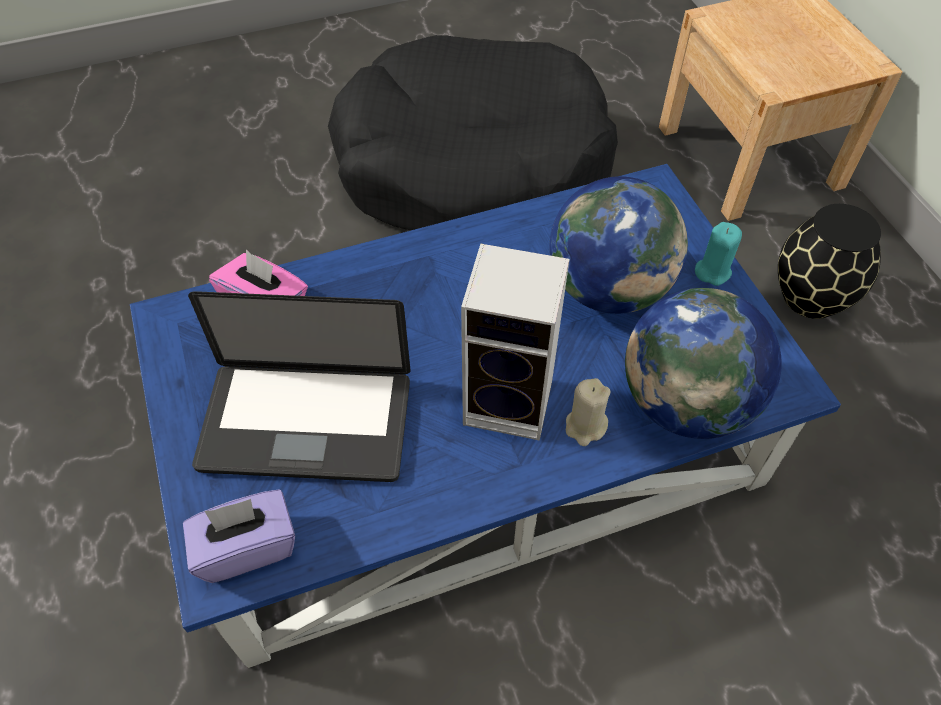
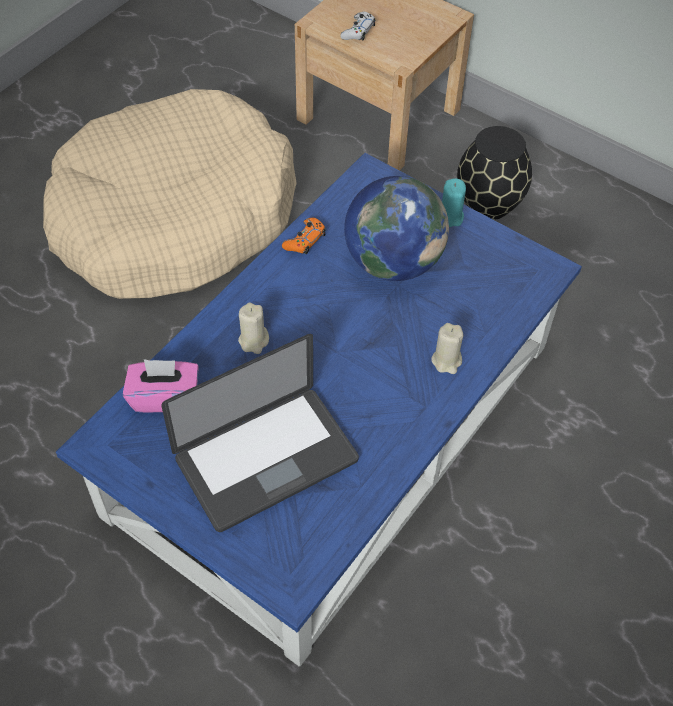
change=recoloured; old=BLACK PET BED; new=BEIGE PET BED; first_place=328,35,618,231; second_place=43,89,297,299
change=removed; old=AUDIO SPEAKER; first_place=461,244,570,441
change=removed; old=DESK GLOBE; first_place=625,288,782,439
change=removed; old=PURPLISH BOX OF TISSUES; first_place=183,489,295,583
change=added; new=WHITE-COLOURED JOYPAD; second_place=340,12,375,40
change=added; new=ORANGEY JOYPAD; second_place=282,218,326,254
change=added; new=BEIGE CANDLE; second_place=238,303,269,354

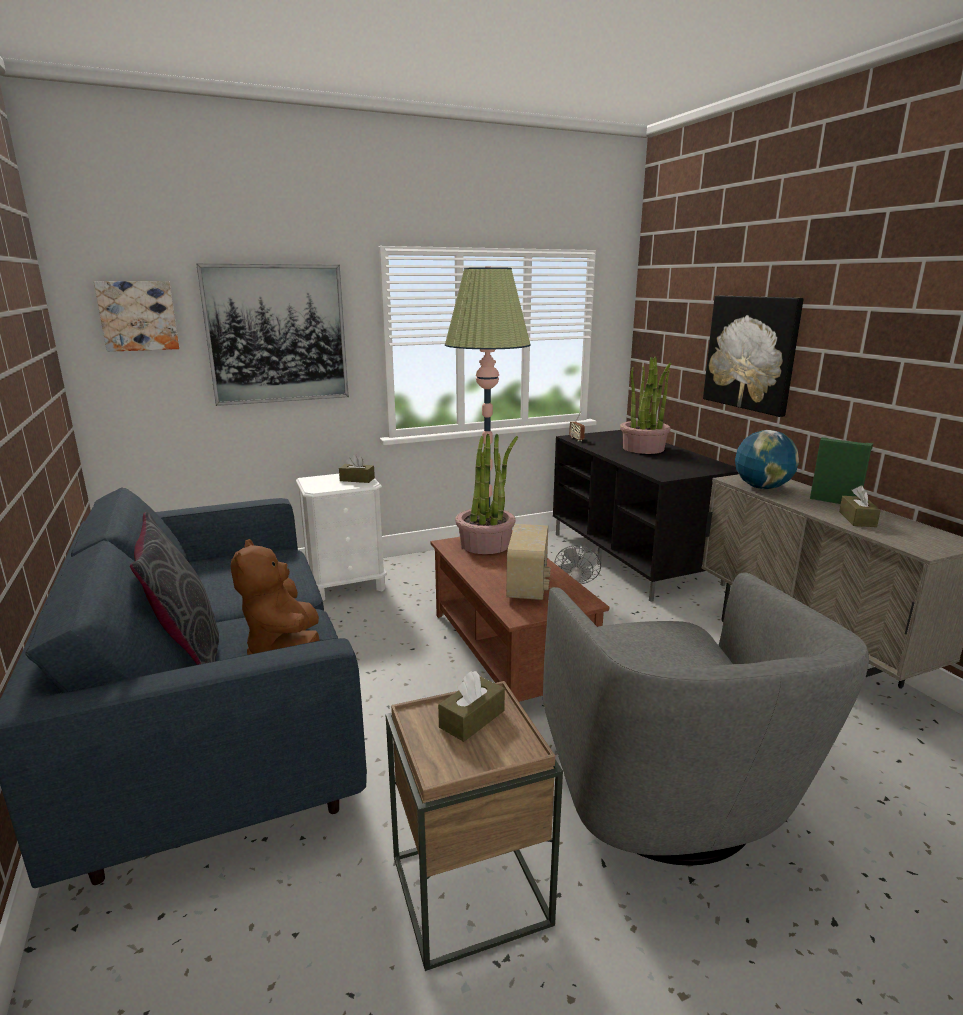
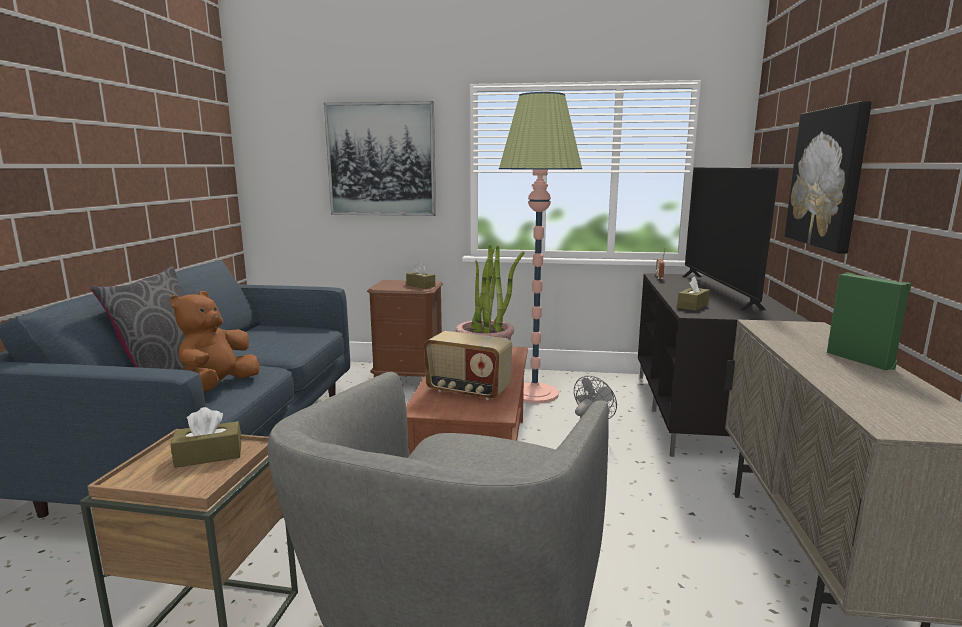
change=removed; old=PICTURE; first_place=94,281,179,352
change=replaced; old=HOUSEPLANT; new=TV; first_place=620,356,672,454; second_place=682,168,779,310
change=removed; old=DESK GLOBE; first_place=735,430,799,489
change=recoloured; old=WHITE-COLOURED NIGHTSTAND; new=BROWN-COLOURED NIGHTSTAND; first_place=296,474,387,601; second_place=367,280,443,377
change=moved; old=BROWN-COLOURED BOX OF TISSUES; first_place=839,486,881,527; second_place=677,276,710,311
change=turned; old=RADIO RECEIVER; first_place=507,524,551,600; second_place=424,331,512,400; degrees=75

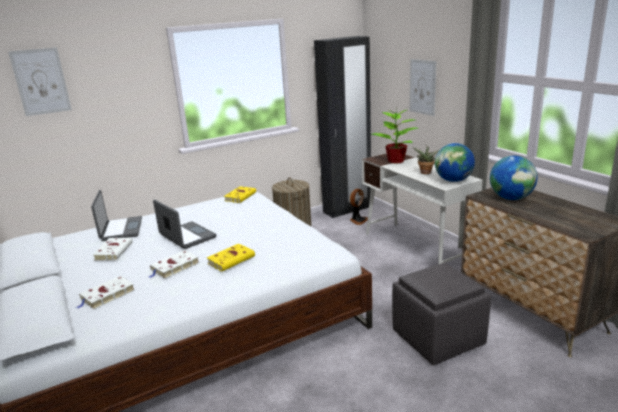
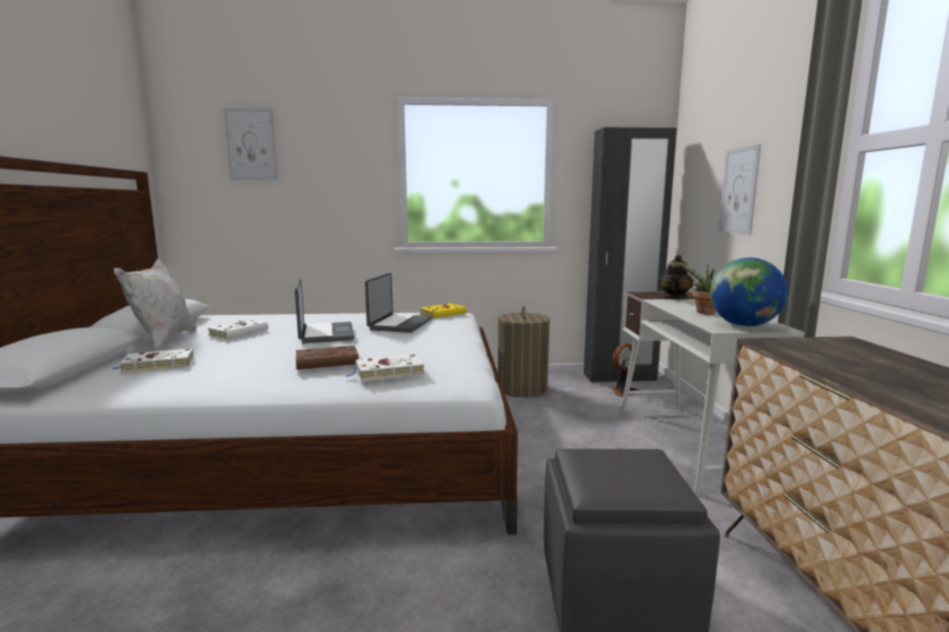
change=replaced; old=HOUSEPLANT; new=TEA POT; first_place=371,106,418,164; second_place=659,254,694,299
change=removed; old=DESK GLOBE; first_place=490,156,538,200
change=moved; old=LAPTOP; first_place=91,190,142,241; second_place=365,273,432,333
change=recoloured; old=YELLOW BOOK; new=BROWN-COLOURED BOOK; first_place=207,244,255,271; second_place=295,345,360,370
change=moved; old=WHITE-COLOURED BOOK; first_place=149,250,200,279; second_place=345,354,425,381
change=added; new=WHITE-COLOURED CUSHION; second_place=114,258,196,351

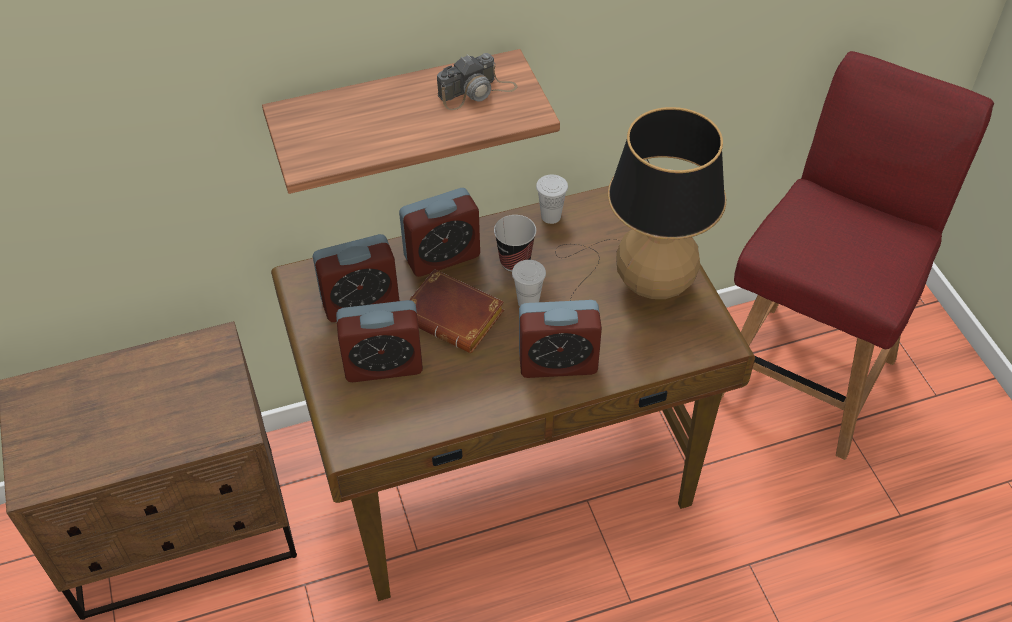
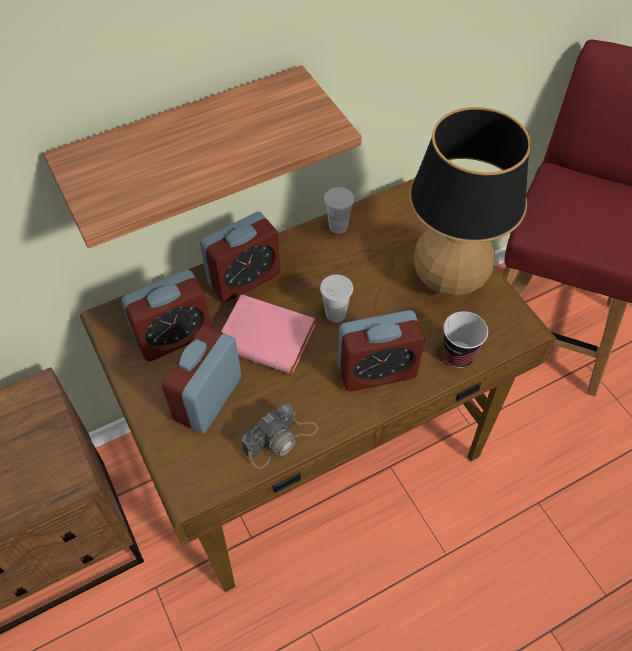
change=moved; old=STILL CAMERA; first_place=437,53,518,110; second_place=242,404,318,469
change=moved; old=DRINKING CUP; first_place=494,215,536,272; second_place=443,311,488,368
change=recoloured; old=BROWN-COLOURED BOOK; new=PINKISH BOOK; first_place=409,269,504,353; second_place=221,294,315,374
change=turned; old=BEDSIDE CLOCK; first_place=336,300,423,382; second_place=162,325,241,433; degrees=135

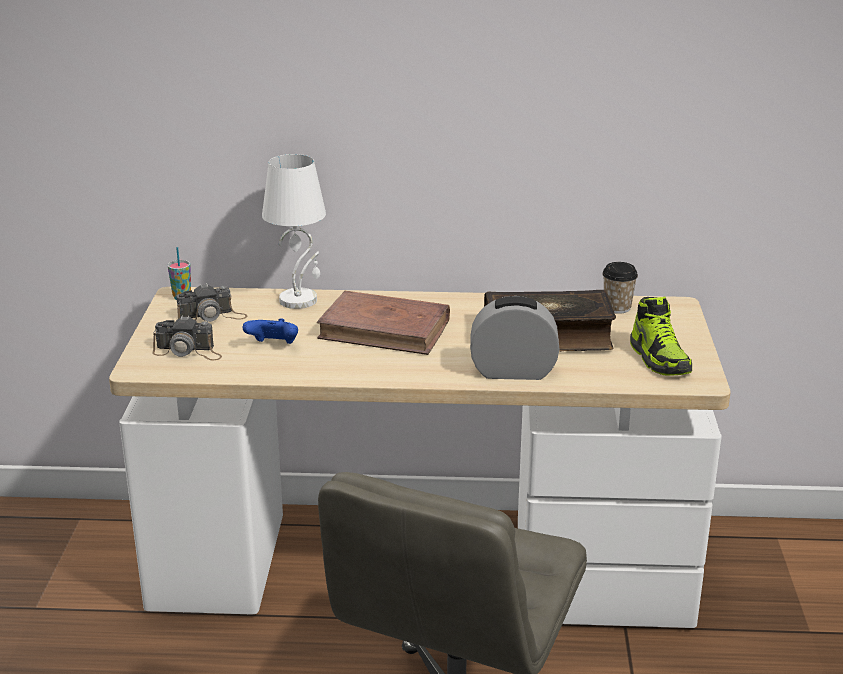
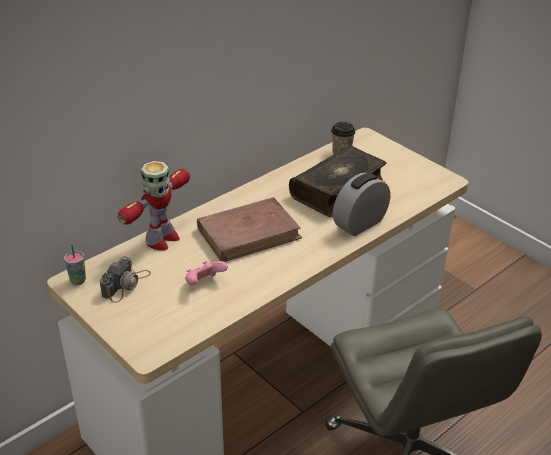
change=replaced; old=WHITE-COLOURED LAMP FOR A TABLE; new=ROBOT FIGURE; first_place=262,154,326,309; second_place=118,161,190,250
change=removed; old=SHOE; first_place=630,297,692,376
change=removed; old=STILL CAMERA; first_place=152,315,222,360
change=recoloured; old=BLUE JOYPAD; new=PINKISH JOYPAD; first_place=242,318,298,344; second_place=185,261,228,285

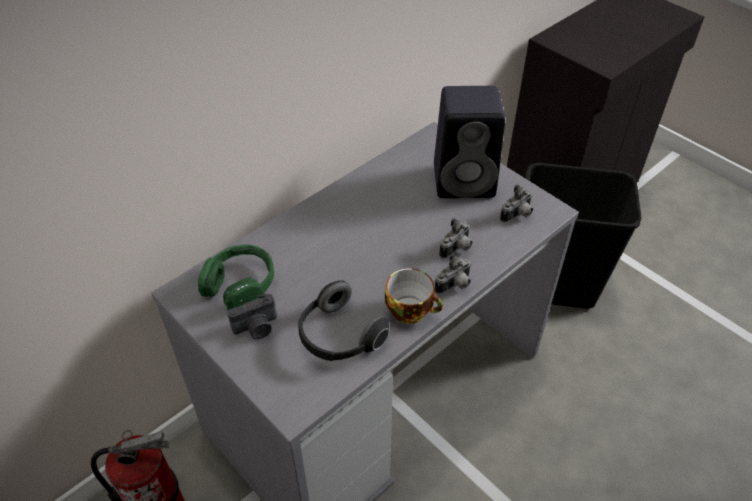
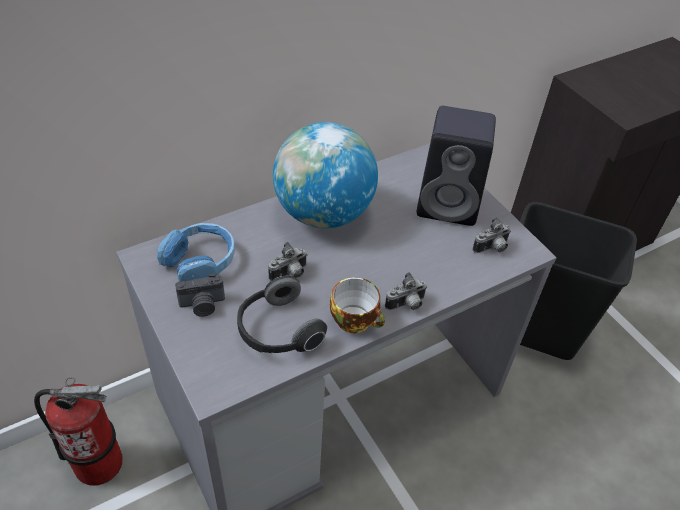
change=moved; old=STILL CAMERA; first_place=439,218,472,259; second_place=268,242,307,281
change=recoloured; old=GREENISH PAIR OF HEADPHONES; new=BLUE PAIR OF HEADPHONES; first_place=198,244,274,310; second_place=157,223,235,282
change=added; new=DESK GLOBE; second_place=273,122,378,228

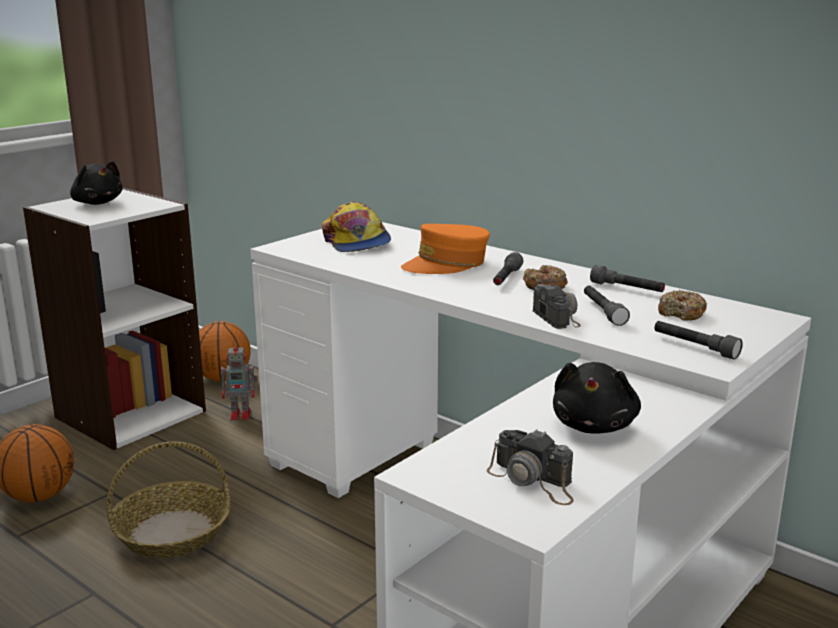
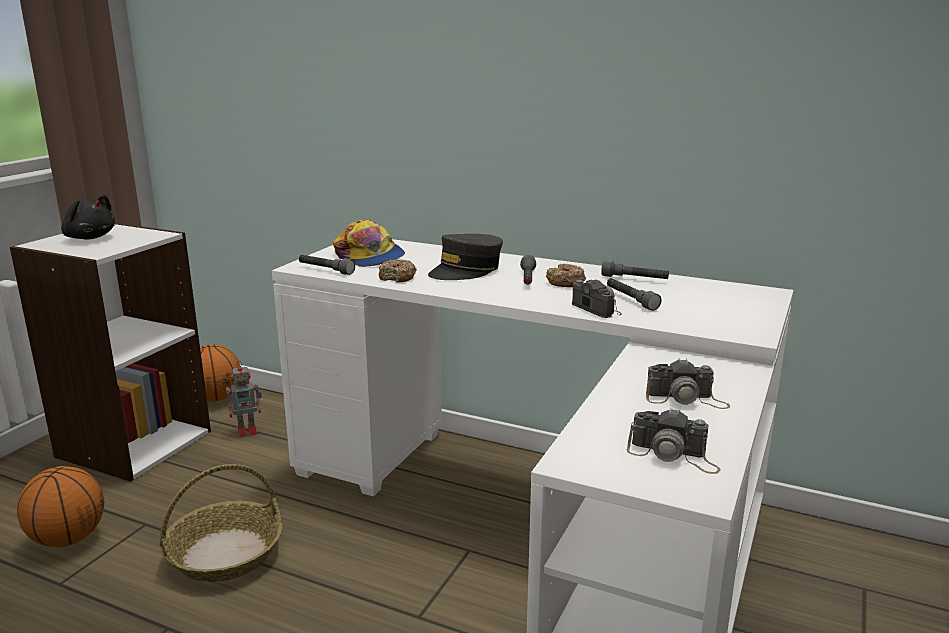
change=recoloured; old=ORANGEY BASEBALL CAP; new=GREYISH BASEBALL CAP; first_place=401,224,490,274; second_place=428,234,503,280
change=moved; old=RING DOUGHNUT; first_place=658,290,707,320; second_place=379,259,416,283
change=moved; old=GREYISH HAND TORCH; first_place=654,321,743,359; second_place=299,255,355,275
change=replaced; old=BLACK SOFT TOY; new=STILL CAMERA; first_place=553,362,641,434; second_place=646,358,730,409

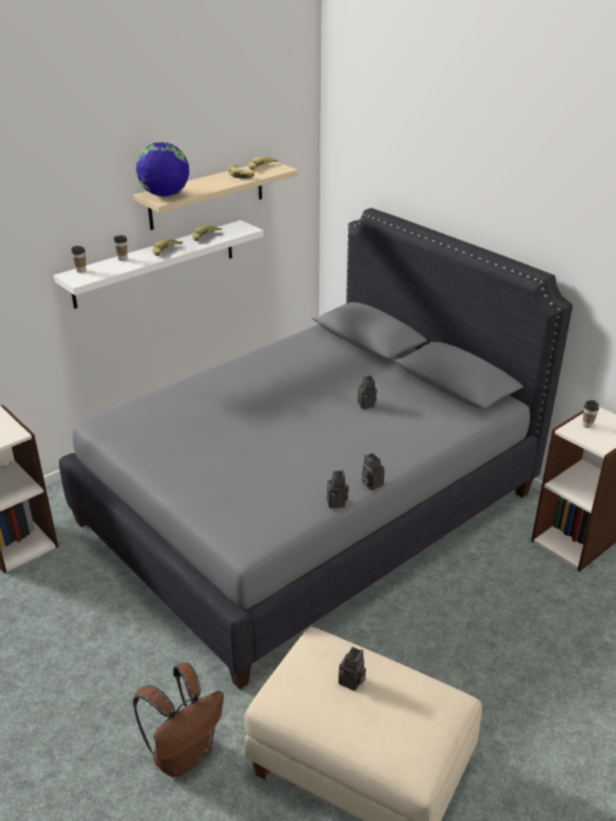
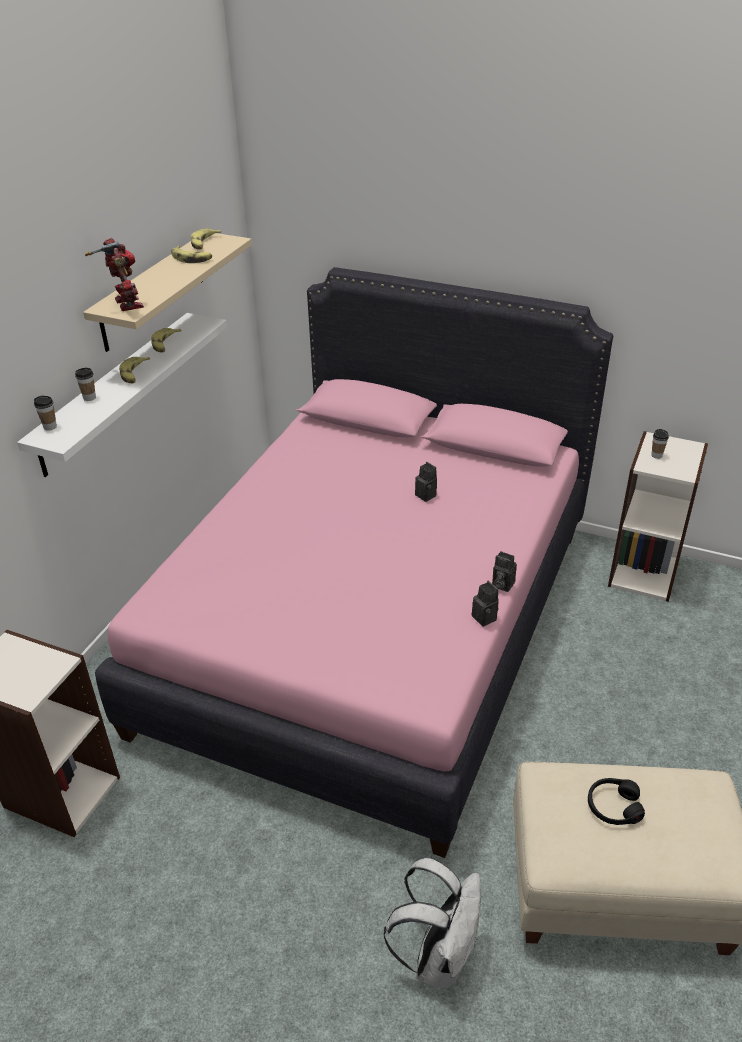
change=replaced; old=DESK GLOBE; new=ROBOT FIGURE; first_place=136,142,189,197; second_place=85,238,144,311
change=recoloured; old=GREYISH SLEEPING BED; new=PINKISH SLEEPING BED; first_place=59,208,573,690; second_place=95,267,613,858
change=replaced; old=STILL CAMERA; new=BLACK PAIR OF HEADPHONES; first_place=338,647,366,691; second_place=588,778,645,825
change=recoloured; old=BROWN-COLOURED KNAPSACK; new=WHITE-COLOURED KNAPSACK; first_place=133,662,224,777; second_place=384,858,481,989

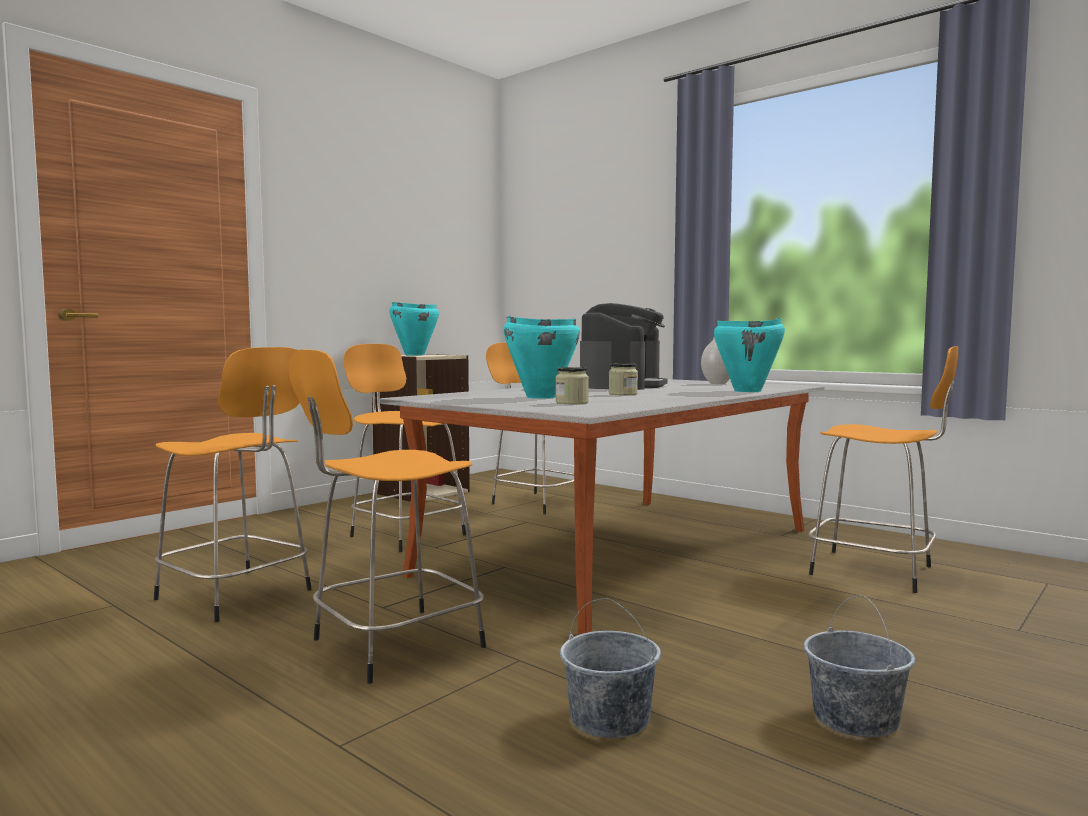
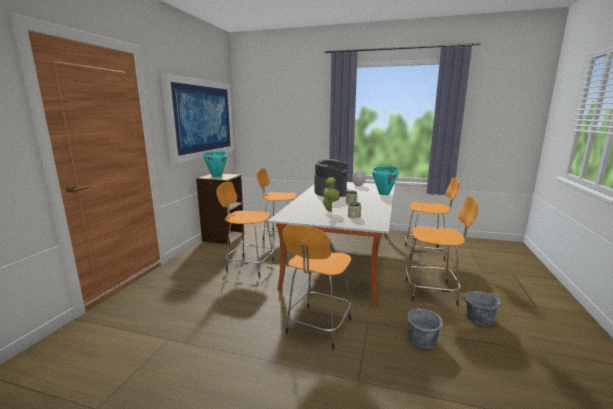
change=replaced; old=TURQUOISE SAUCEPOT; new=HOUSEPLANT; first_place=503,316,580,399; second_place=322,177,340,212
change=moved; old=ORANGEY STOOL; first_place=154,347,312,622; second_place=406,196,479,305
change=added; new=PICTURE; second_place=161,73,234,164

